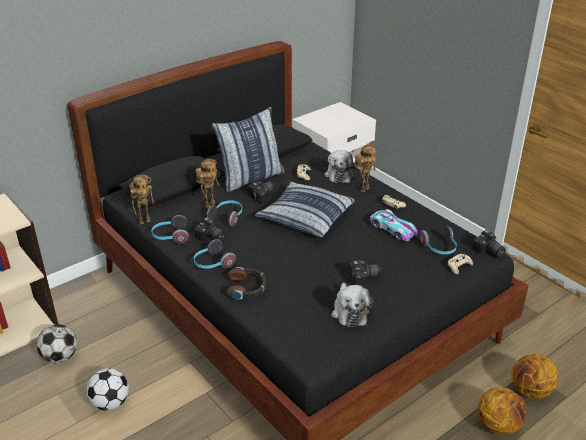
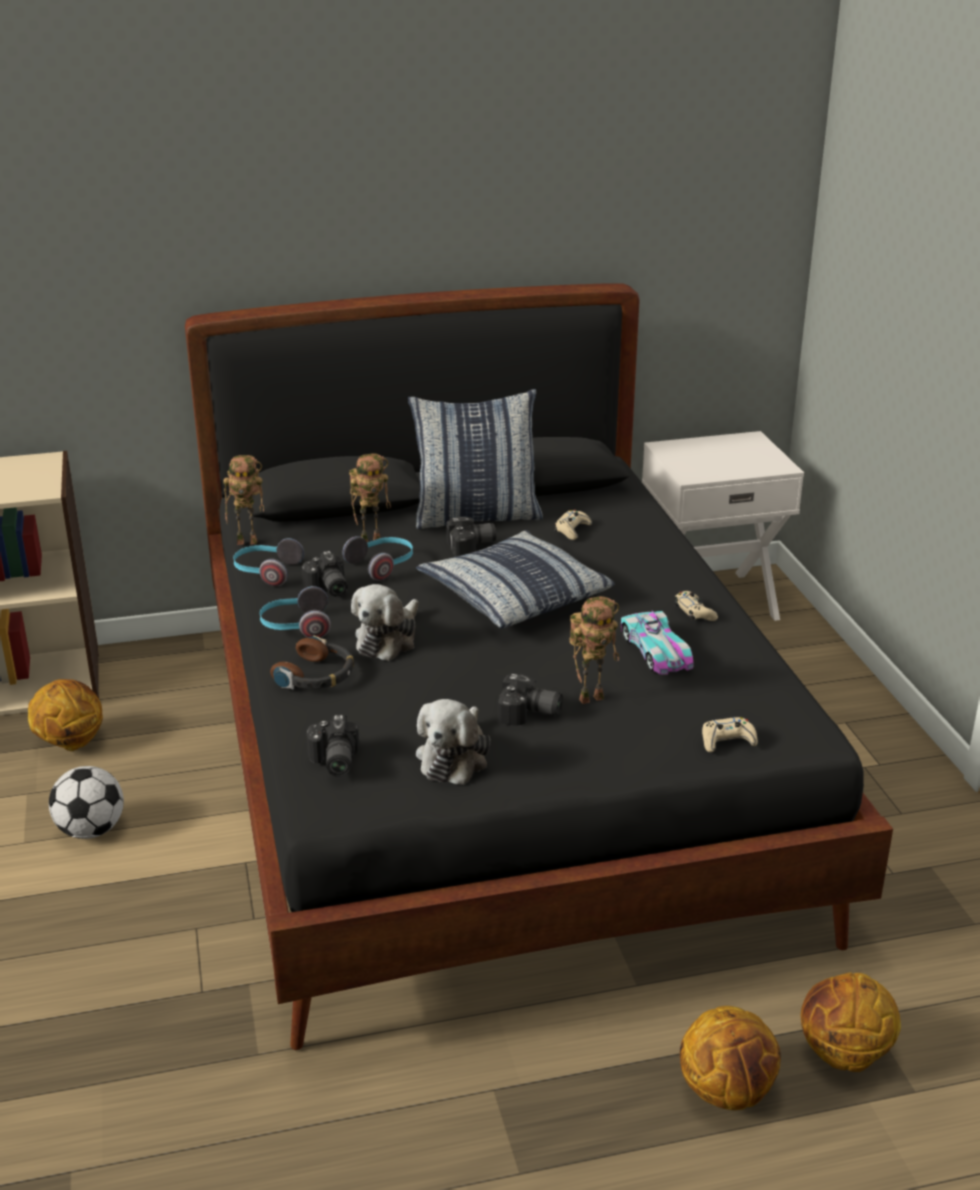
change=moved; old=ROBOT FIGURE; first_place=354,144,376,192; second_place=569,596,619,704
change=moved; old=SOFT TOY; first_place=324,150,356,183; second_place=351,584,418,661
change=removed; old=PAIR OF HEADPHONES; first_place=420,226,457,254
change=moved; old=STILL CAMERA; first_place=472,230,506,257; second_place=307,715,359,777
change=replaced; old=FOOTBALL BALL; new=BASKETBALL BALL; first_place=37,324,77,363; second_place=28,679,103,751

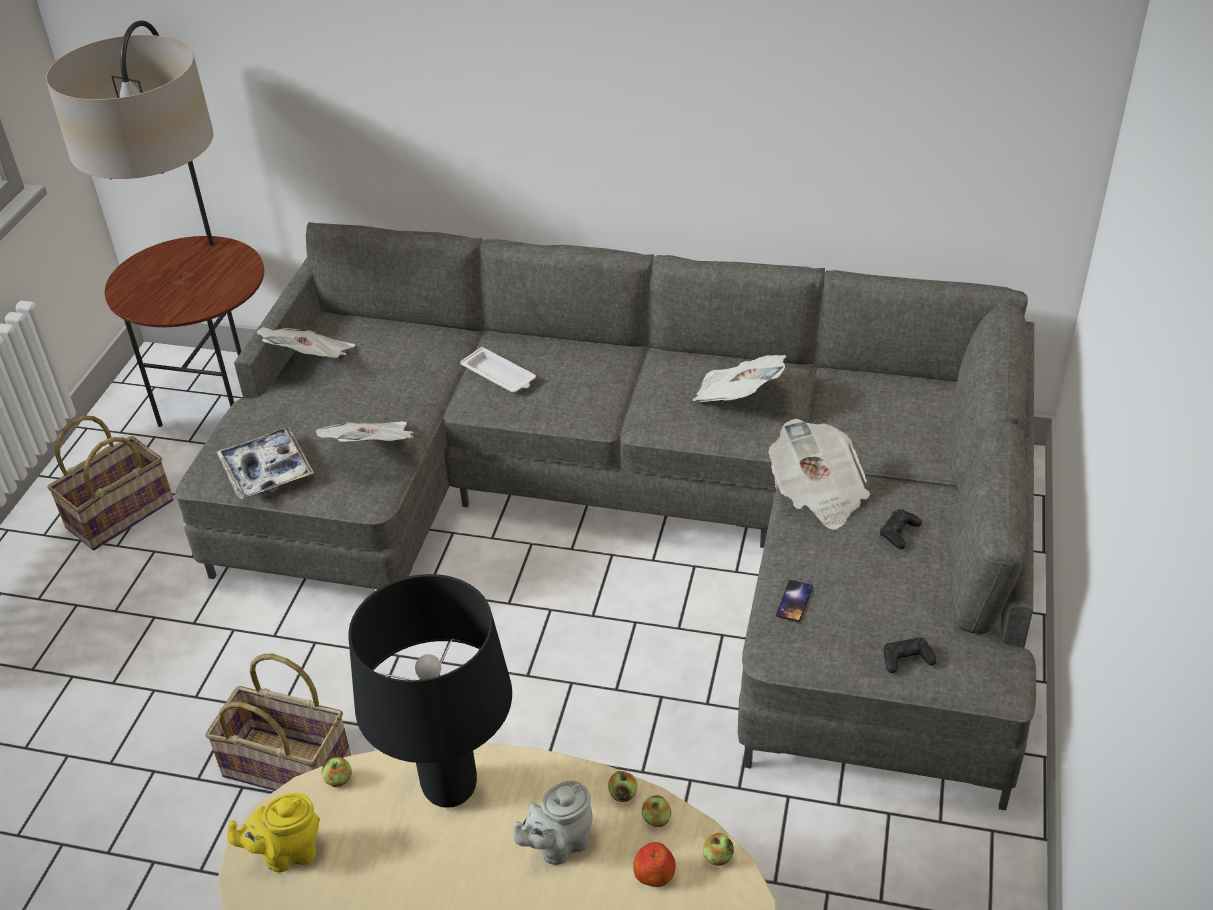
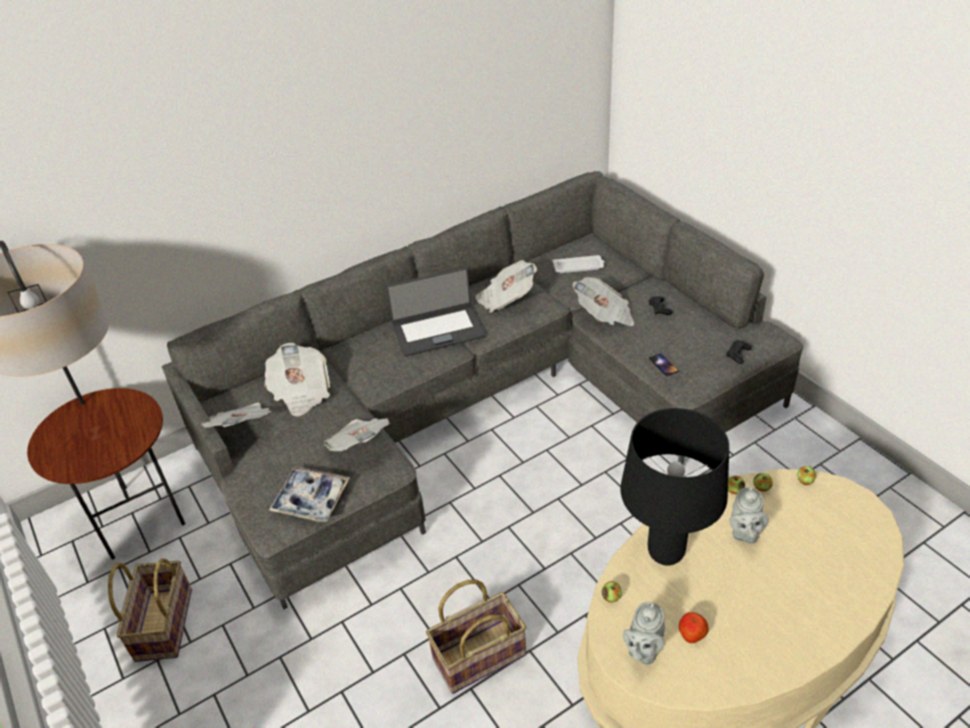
change=moved; old=WHITE-COLOURED TRAY; first_place=460,347,536,393; second_place=553,255,605,273
change=recoloured; old=YELLOW TEA POT; new=GREYISH TEA POT; first_place=227,793,320,872; second_place=623,602,665,665
change=moved; old=APPLE; first_place=633,842,676,887; second_place=679,612,709,643
change=added; new=LAPTOP; second_place=386,267,485,357
change=added; new=PRINTED PAPER; second_place=265,343,330,417

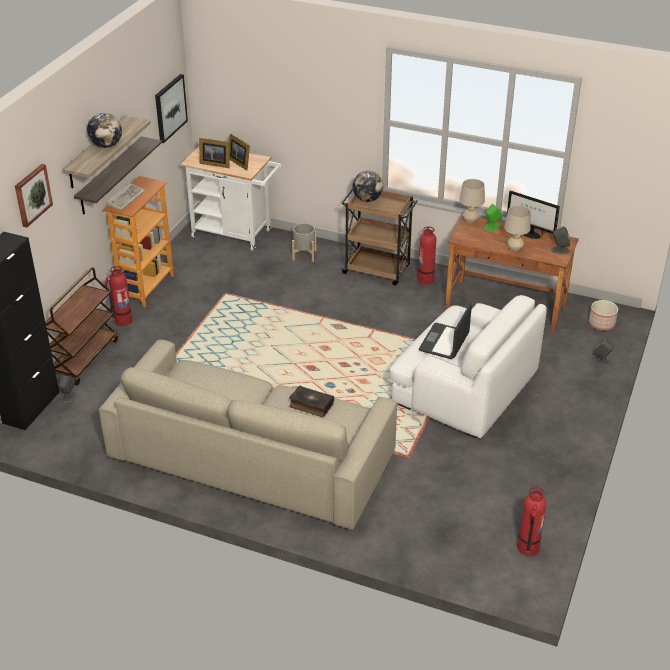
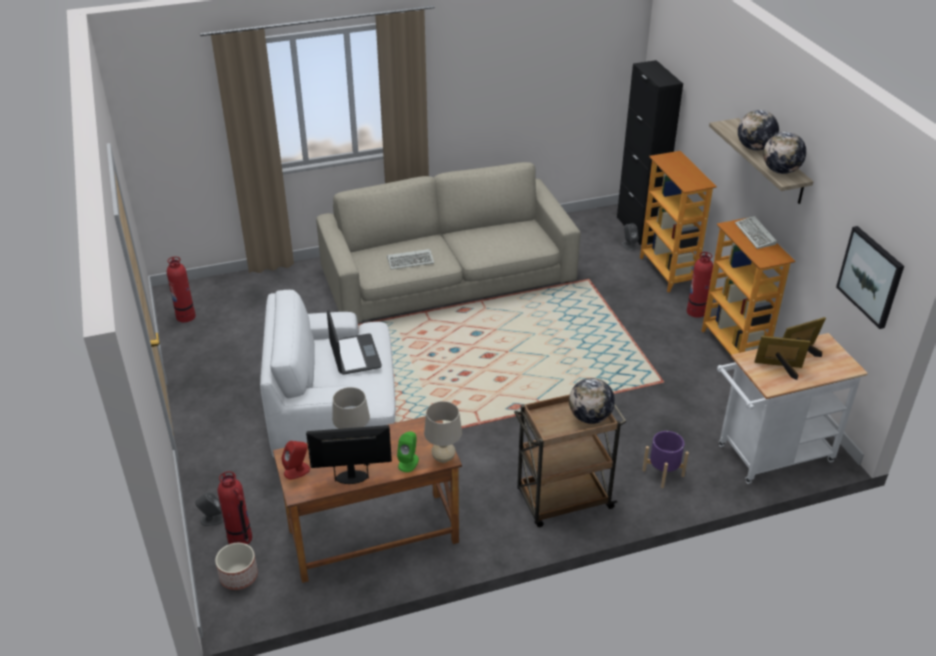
change=removed; old=WALL SHELF; first_place=74,136,162,215
change=removed; old=PICTURE; first_place=15,164,53,228
change=recoloured; old=GREYISH PLANT POT; new=PURPLISH PLANT POT; first_place=292,223,316,262; second_place=642,431,689,488
change=moved; old=FIRE-FIGHTING CYLINDER; first_place=418,226,436,285; second_place=217,471,252,545
change=recoloured; old=GREYISH AUDIO SPEAKER; new=REDDISH AUDIO SPEAKER; first_place=551,226,570,254; second_place=281,441,310,480
change=replaced; old=BROWN-COLOURED TROLLEY; new=SHELVING UNIT; first_place=45,267,118,386; second_place=640,151,717,292
change=replaced; old=BOOK; new=COMPUTER KEYBOARD; first_place=289,385,334,417; second_place=387,249,434,270
change=added; new=DESK GLOBE; second_place=763,132,806,174

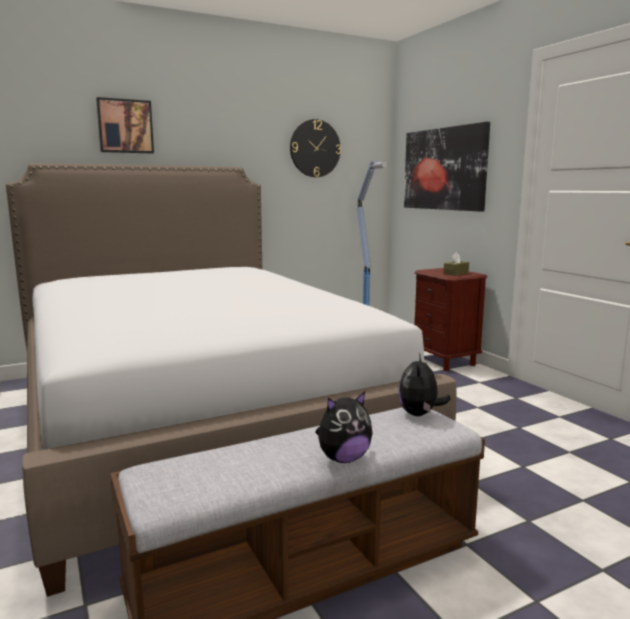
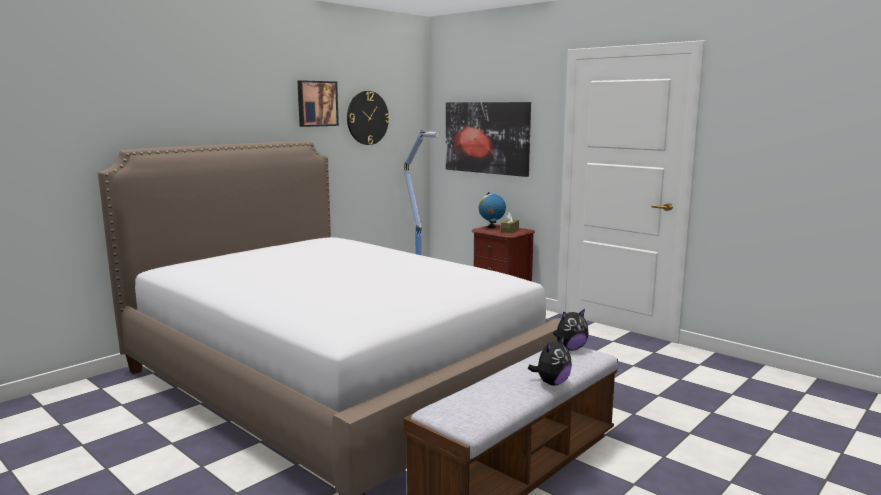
change=moved; old=PICTURE; first_place=96,97,154,154; second_place=297,80,339,127
change=turned; old=SOFT TOY; first_place=398,353,450,416; second_place=553,309,589,351; degrees=-105
change=added; new=DESK GLOBE; second_place=479,192,506,228

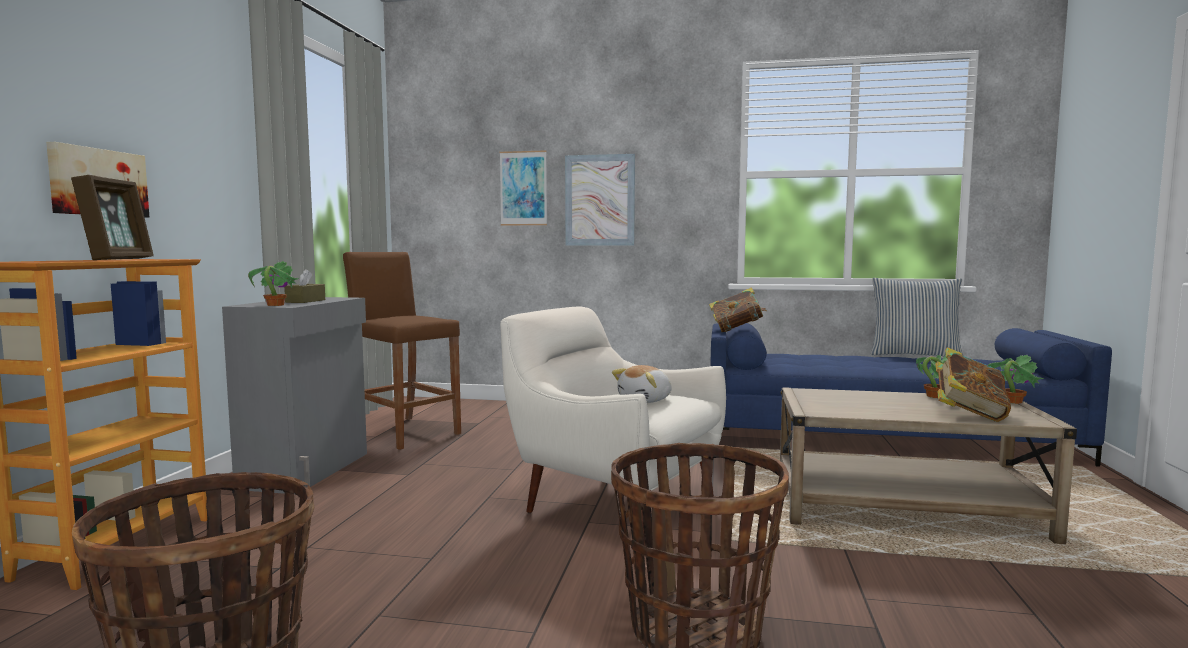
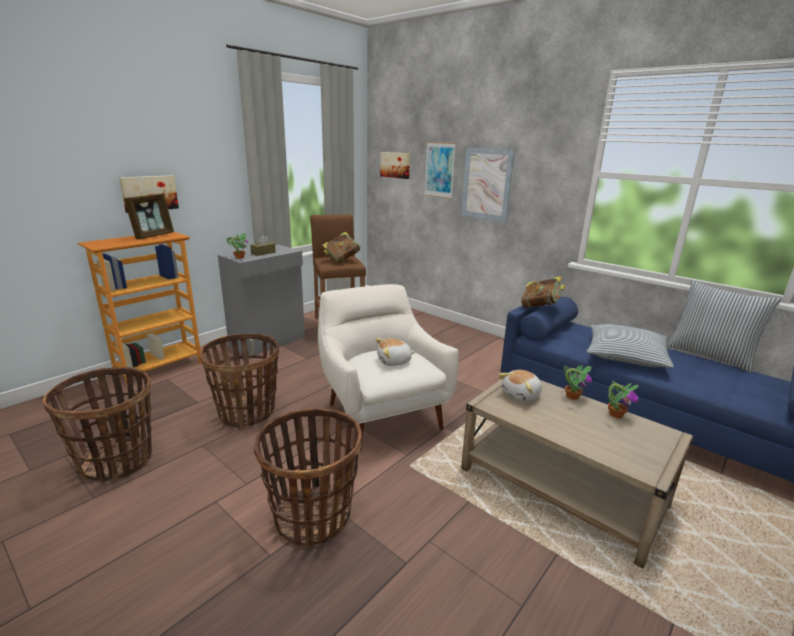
change=moved; old=BOOK; first_place=936,347,1011,422; second_place=322,232,360,264
change=moved; old=HOUSEPLANT; first_place=988,355,1044,404; second_place=563,365,592,400
change=added; new=PICTURE; second_place=380,152,410,179
change=added; new=CUSHION; second_place=587,324,674,368
change=added; new=HOUSEHOLD BASKET; second_place=200,333,279,428
change=added; new=SOFT TOY; second_place=499,370,542,402

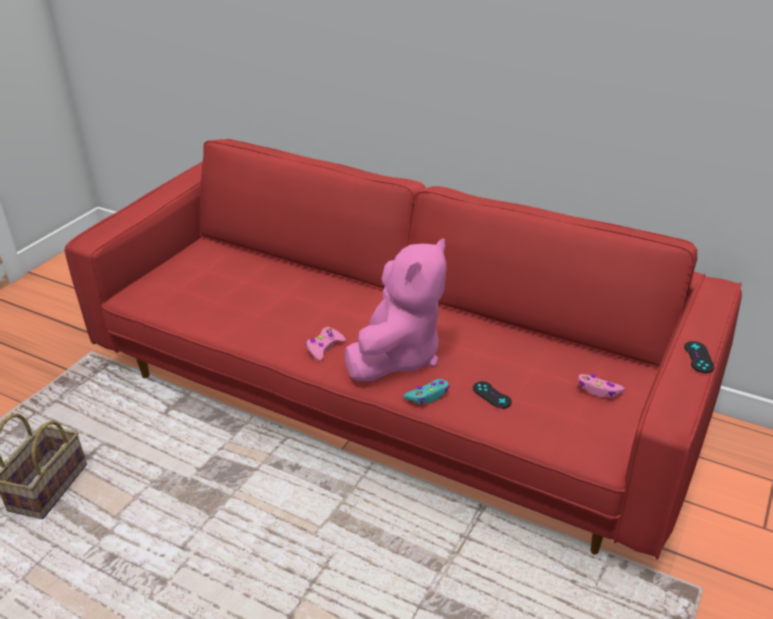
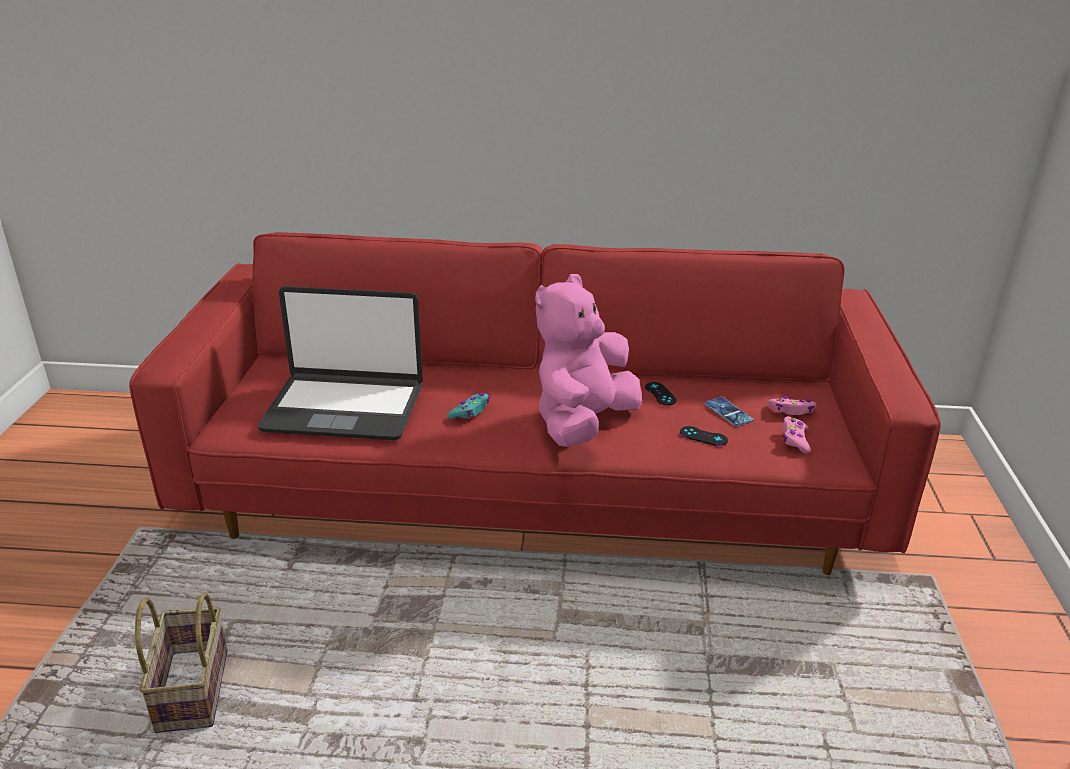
change=turned; old=PINKISH SOFT TOY; first_place=345,238,447,381; second_place=535,274,642,447; degrees=-150
change=moved; old=PINKISH JOYPAD; first_place=305,327,346,361; second_place=783,416,811,453
change=moved; old=BLACK JOYPAD; first_place=684,341,715,373; second_place=645,382,677,405
change=moved; old=TURQUOISE JOYPAD; first_place=403,379,450,404; second_place=447,393,490,419
change=added; new=LAPTOP; second_place=258,286,423,440
change=added; new=PHONE; second_place=704,397,754,427

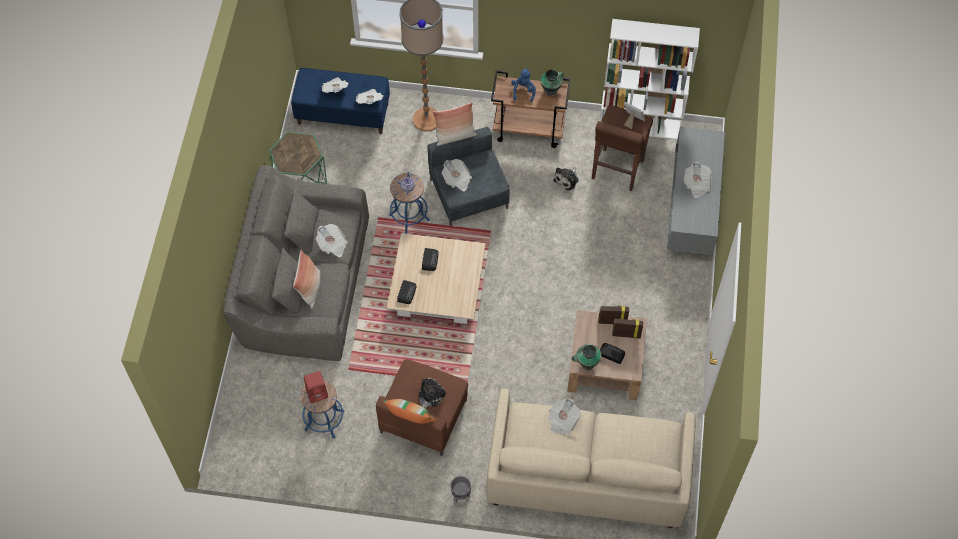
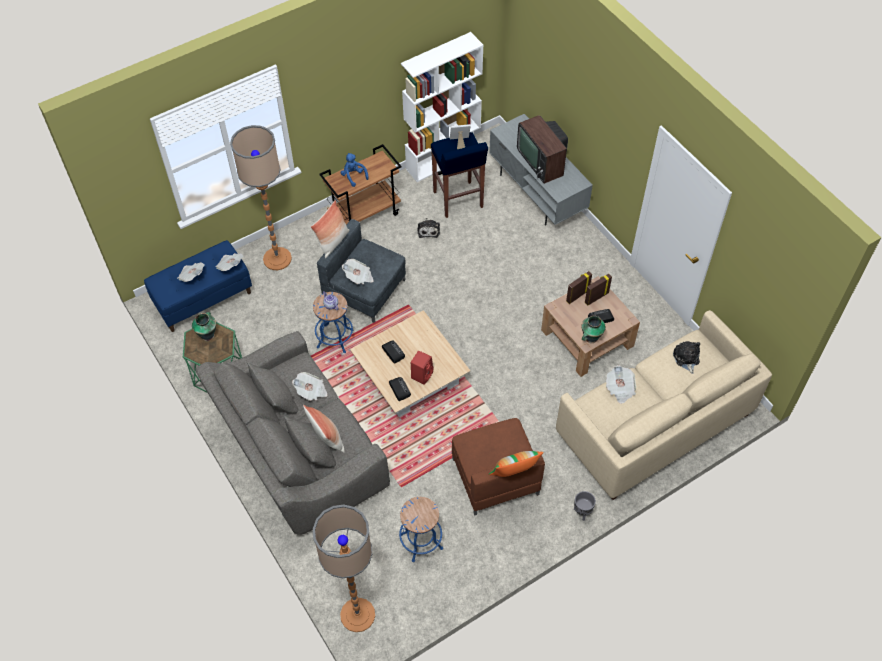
change=moved; old=VASE; first_place=540,69,564,96; second_place=192,312,216,341
change=recoloured; old=BROWN-COLOURED STOOL; new=BLUE STOOL; first_place=592,105,653,191; second_place=431,132,488,218
change=replaced; old=PRINTED PAPER; new=TV; first_place=683,162,712,198; second_place=517,115,568,184
change=moved; old=REDDISH AUDIO SPEAKER; first_place=304,371,328,403; second_place=411,351,433,385
change=moved; old=SOFT TOY; first_place=418,378,446,408; second_place=673,341,700,374
change=added; new=FLOOR LAMP; second_place=313,505,375,632

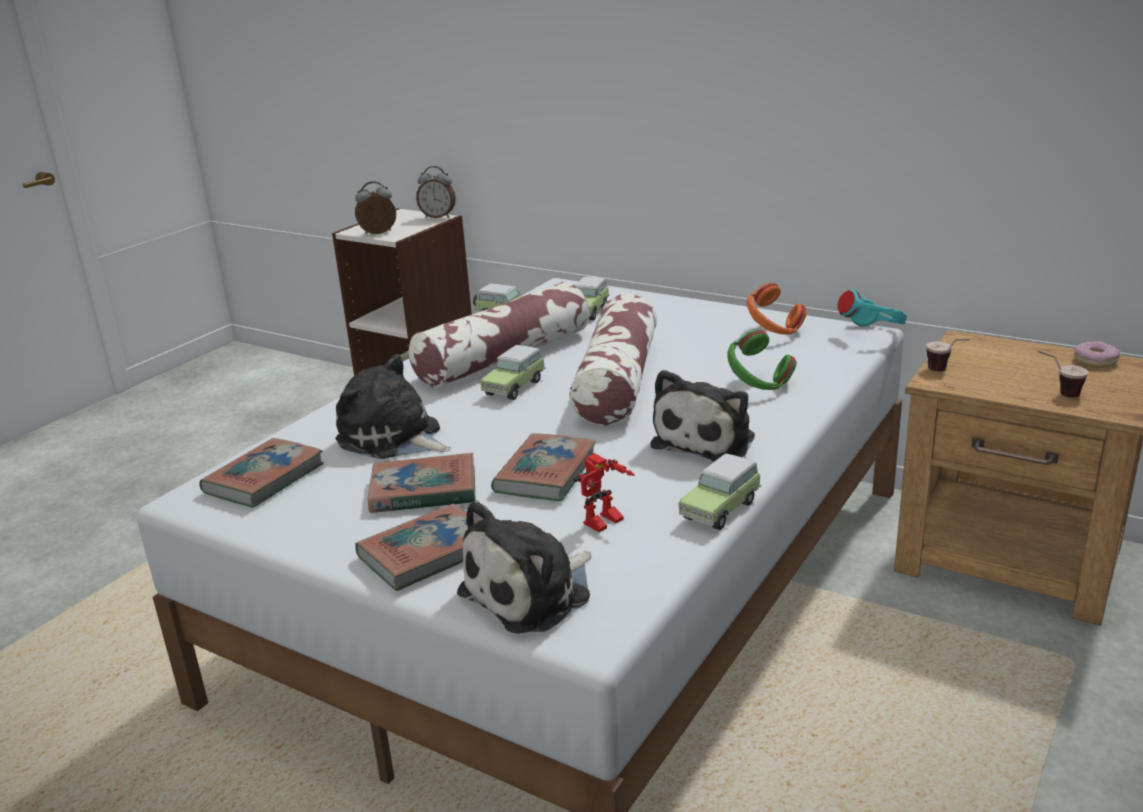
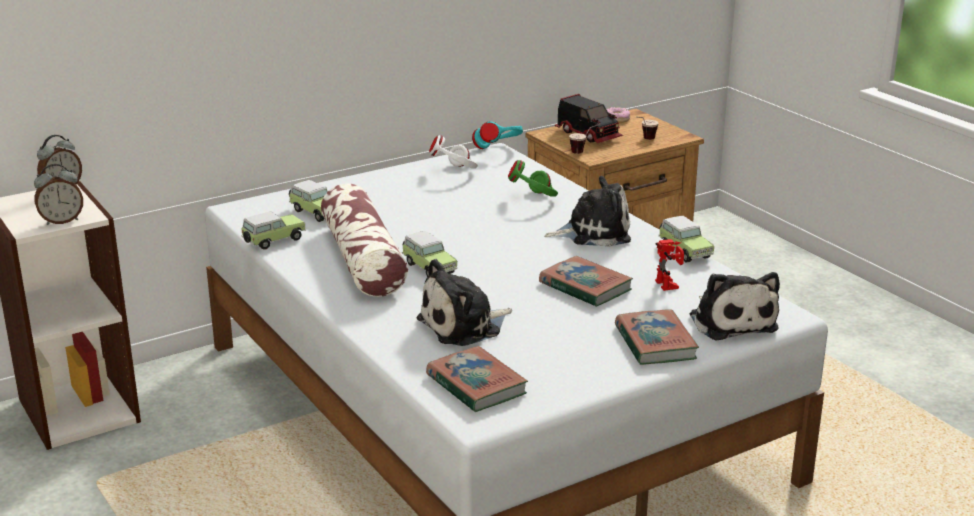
change=turned; old=BEDSIDE CLOCK; first_place=355,181,396,234; second_place=34,164,83,225; degrees=-120
change=recoloured; old=ORANGEY PAIR OF HEADPHONES; new=WHITE-COLOURED PAIR OF HEADPHONES; first_place=747,283,807,334; second_place=429,135,478,169
change=removed; old=CUSHION; first_place=569,294,657,426
change=turned; old=SOFT TOY; first_place=651,370,755,462; second_place=544,176,631,247; degrees=-60
change=removed; old=BOOK; first_place=368,453,475,513
change=added; new=TOY TRUCK; second_place=555,94,623,143

